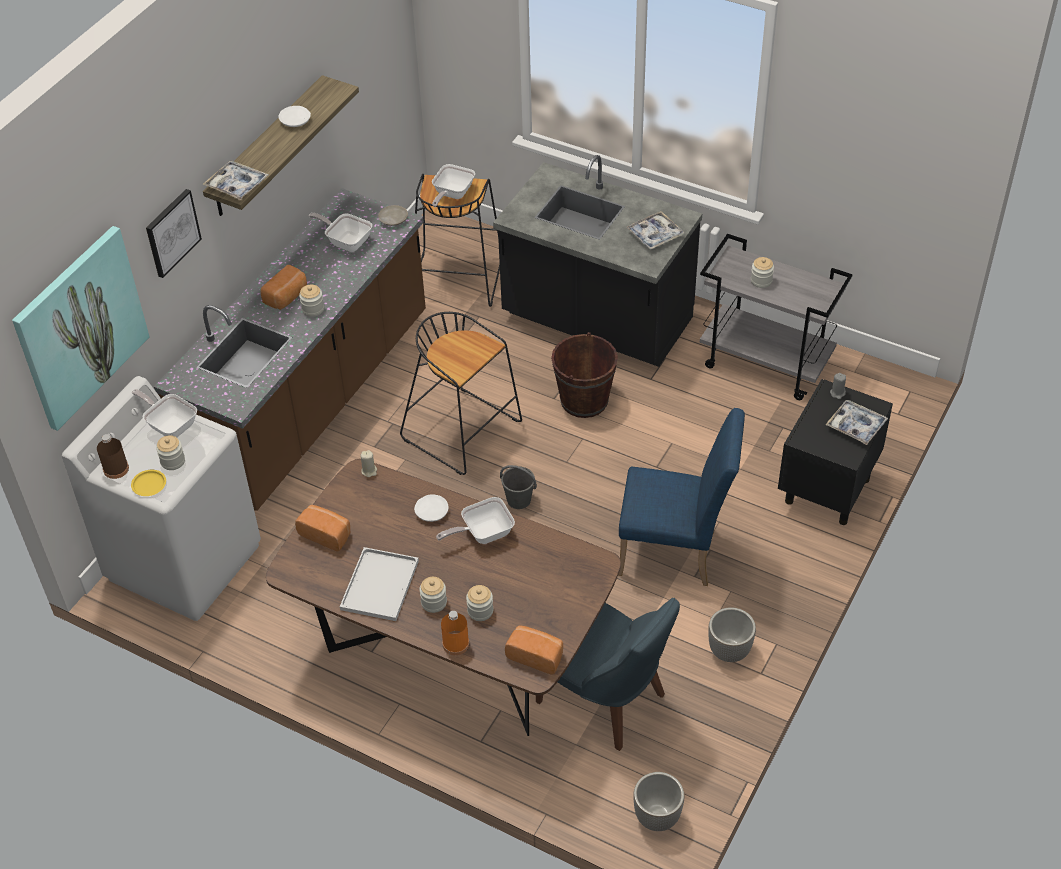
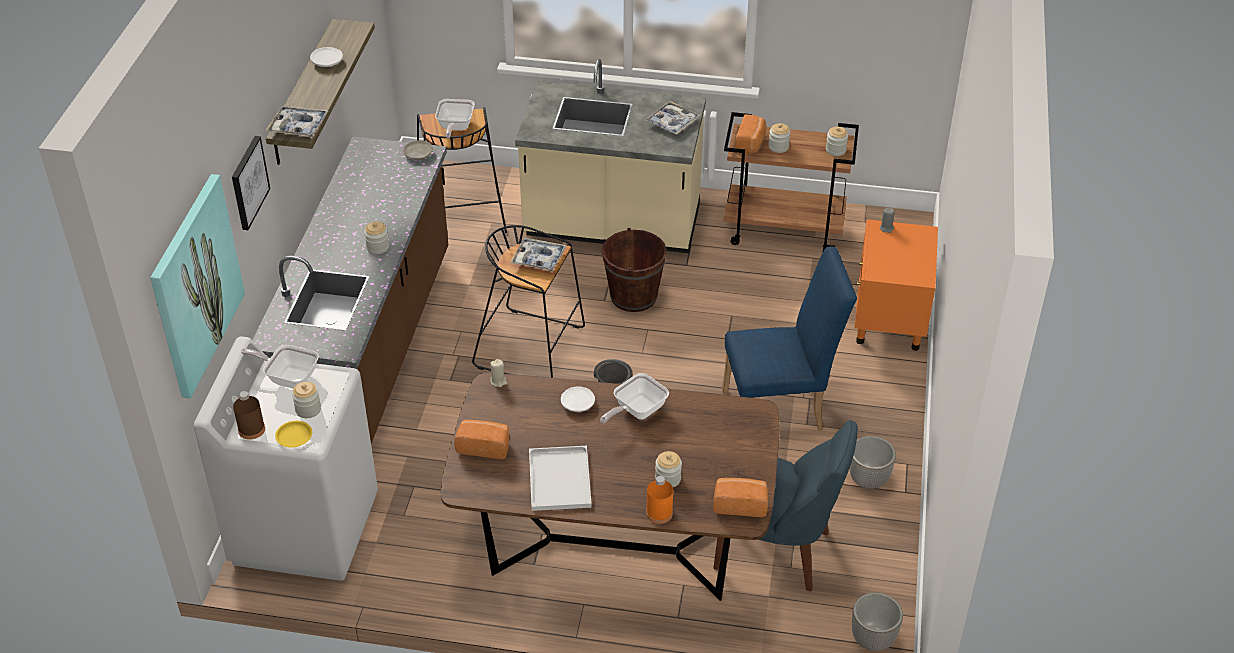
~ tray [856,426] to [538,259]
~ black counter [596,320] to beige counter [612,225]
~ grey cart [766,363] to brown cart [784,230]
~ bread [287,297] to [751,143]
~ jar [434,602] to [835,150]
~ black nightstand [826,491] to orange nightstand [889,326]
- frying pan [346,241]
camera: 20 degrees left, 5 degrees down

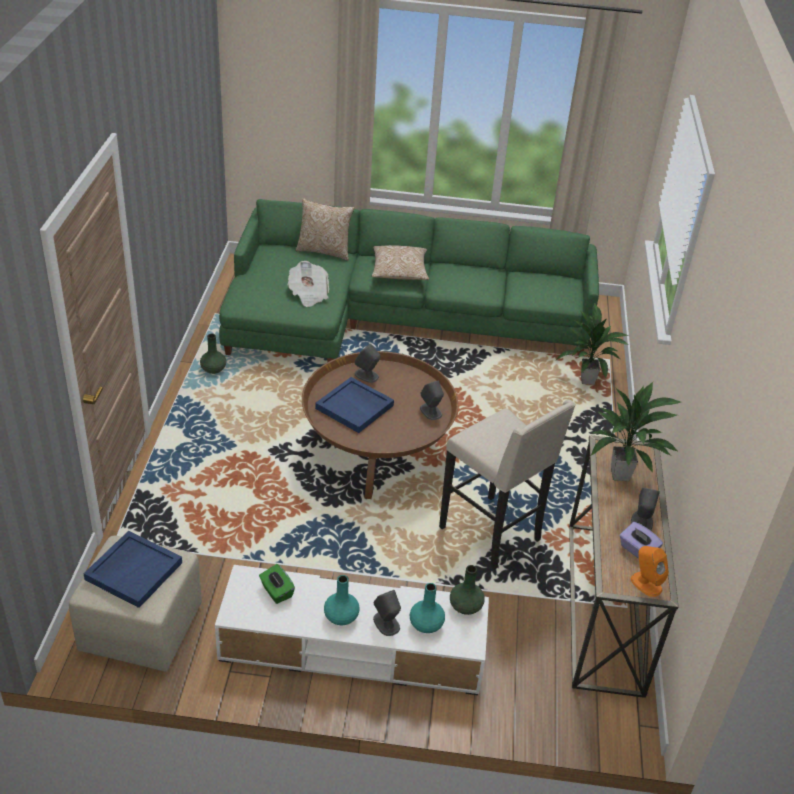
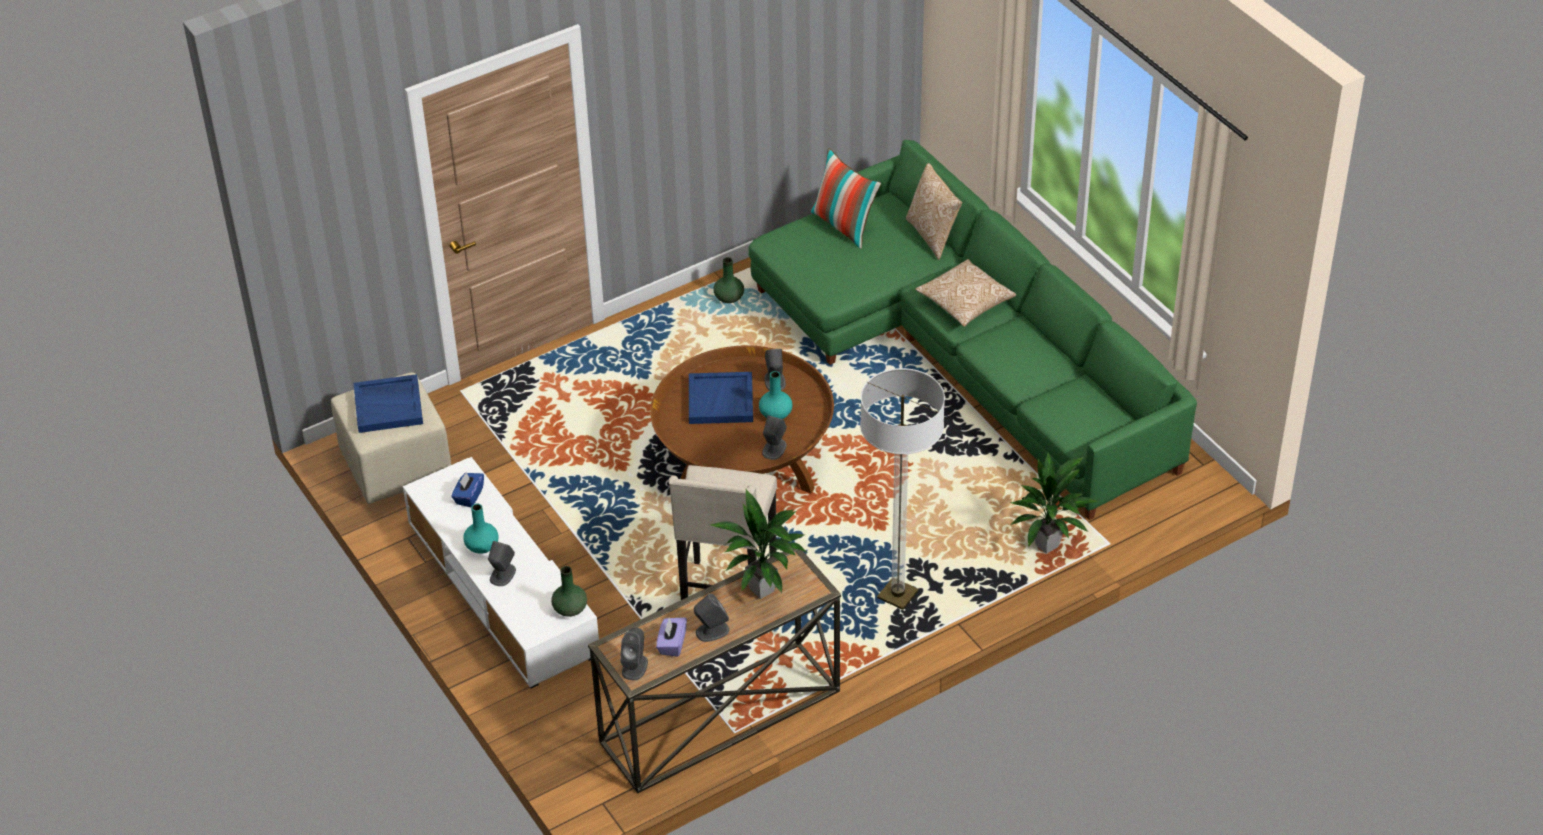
~ green tissue box [276,592] to blue tissue box [469,496]
~ orange speaker [646,583] to grey speaker [635,666]
~ turquoise vase [426,624] to [776,414]
+ pillow [844,226]
+ floor lamp [897,595]
- newspaper [308,294]
camera: 55 degrees right, 5 degrees up

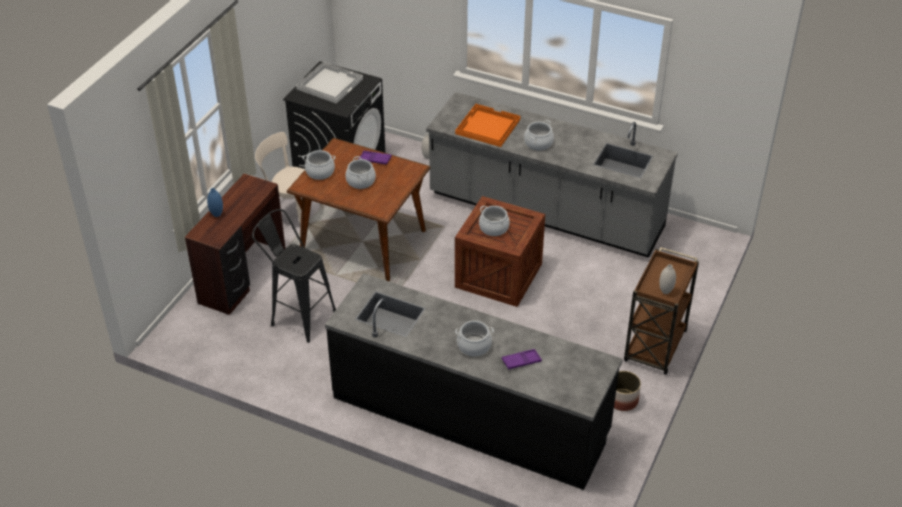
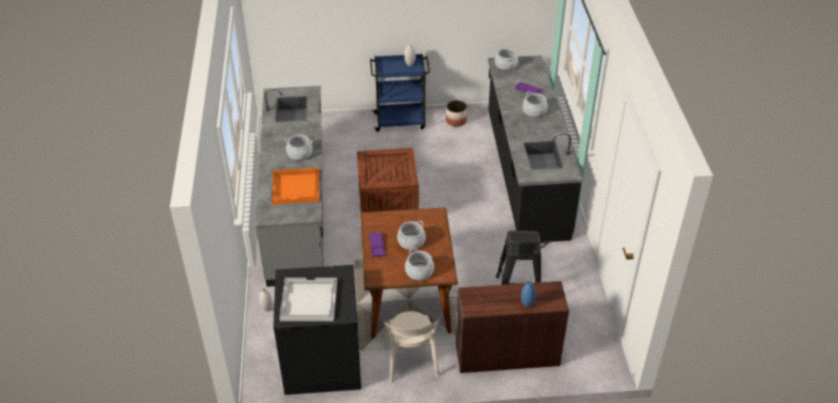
~ brown cart [655,347] to blue cart [400,121]
~ cooking pot [494,228] to [506,65]
camera: 120 degrees left, 0 degrees up

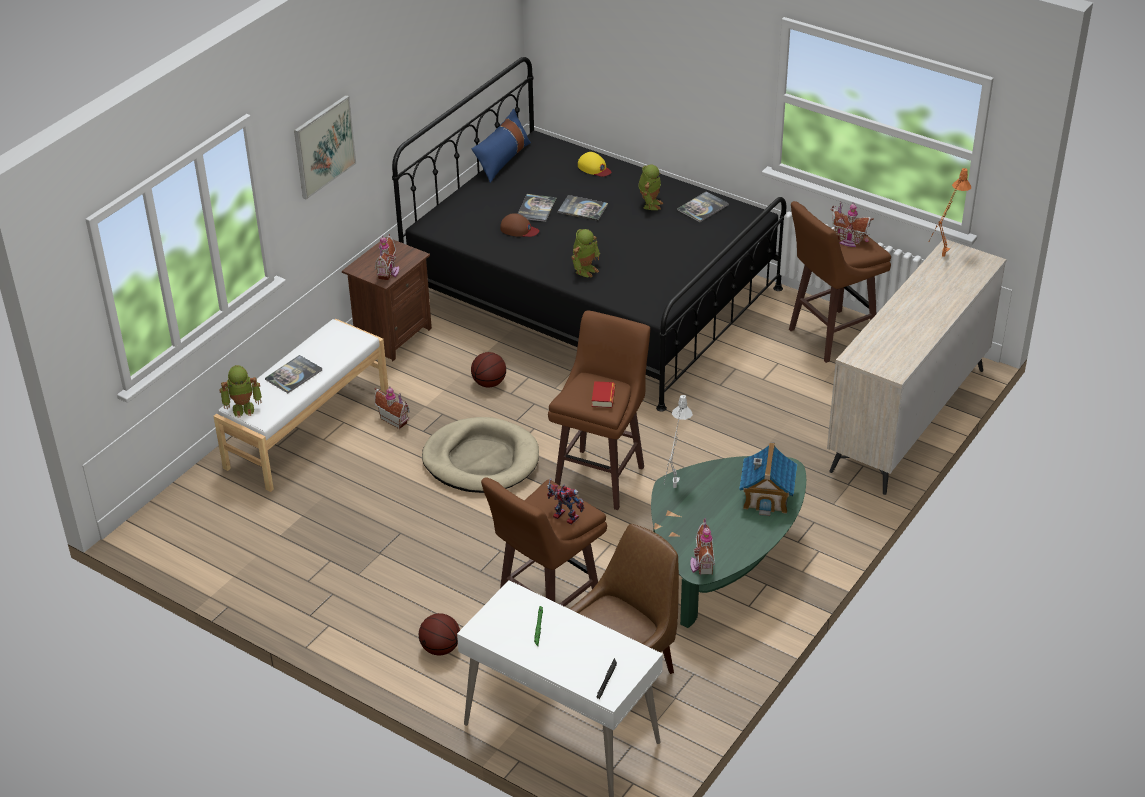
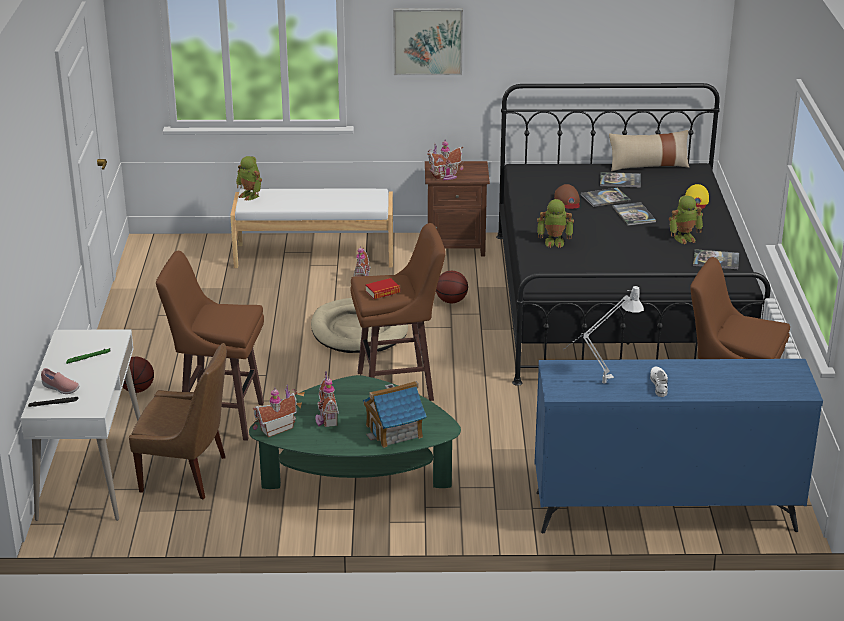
+ pink shoe [60,389]
~ toy house [848,240] to [326,419]
~ beige dresser [907,419] to blue dresser [663,511]
~ grey table lamp [673,491] to [598,385]
~ book [294,375] to [620,180]
~ blue pillow [502,160] to beige pillow [648,165]
+ white shoe [659,384]
- toy robot [563,517]
- orange table lamp [941,259]
camera: 55 degrees right, 10 degrees down

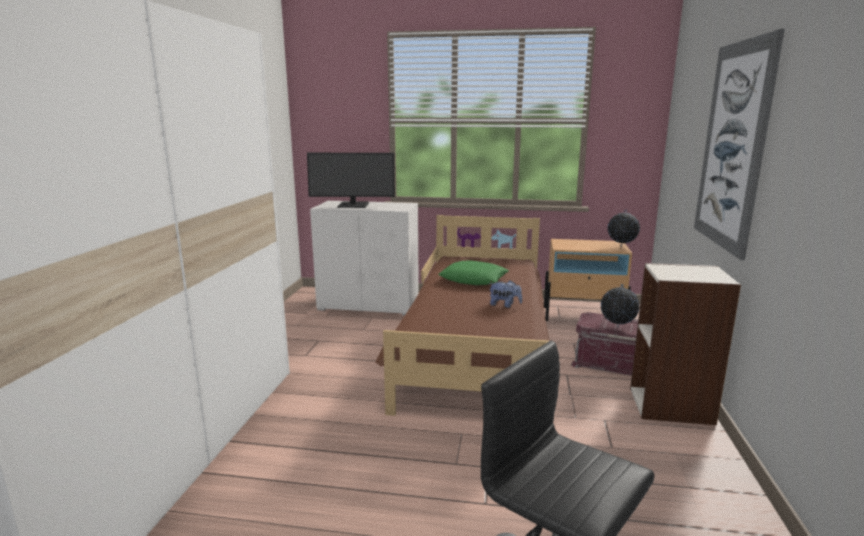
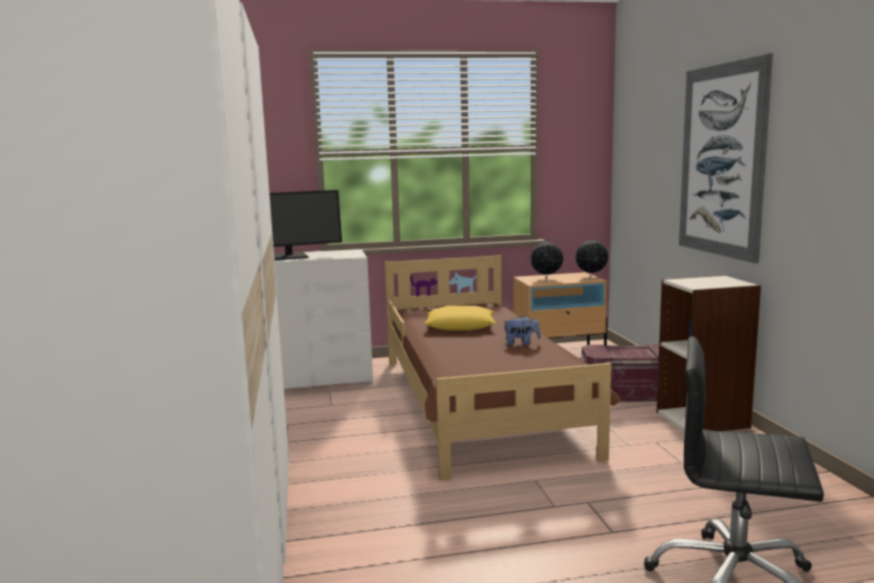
~ green pillow [473,279] to yellow pillow [460,325]
~ globe [617,327] to [546,279]
camera: 20 degrees left, 5 degrees down

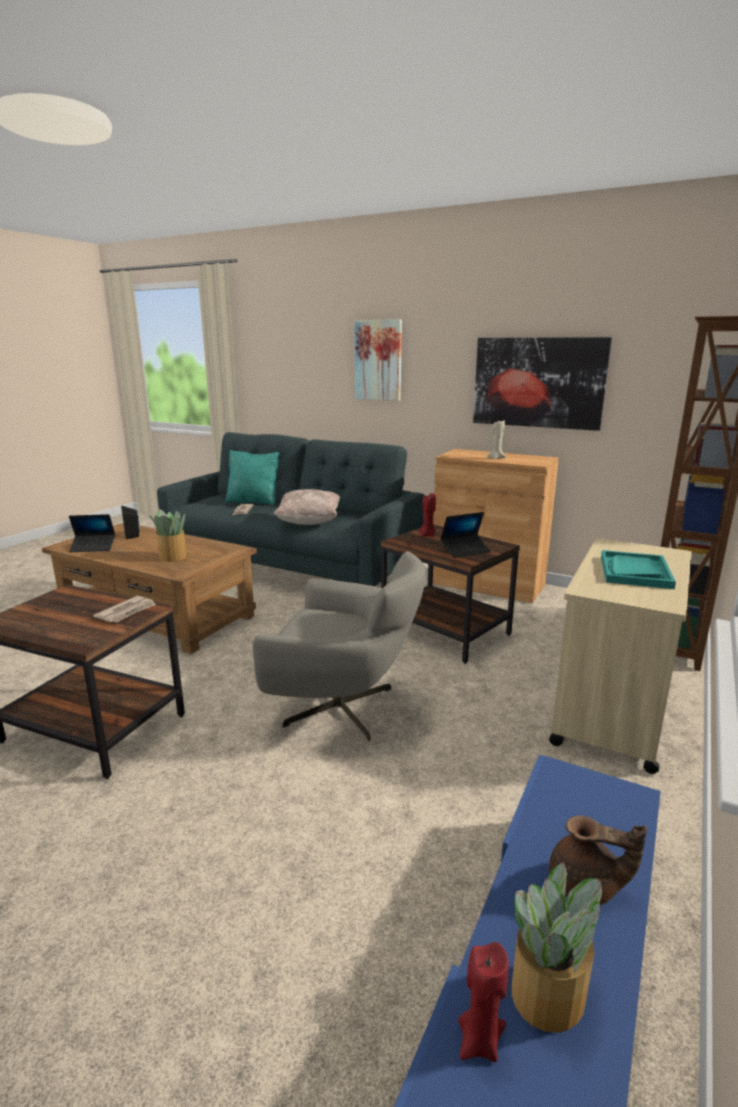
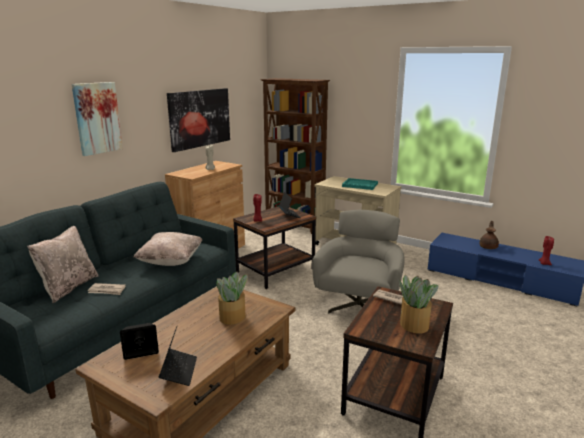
~ turquoise pillow [254,502] to beige pillow [68,287]
~ potted plant [549,993] to [413,324]
camera: 85 degrees left, 0 degrees up

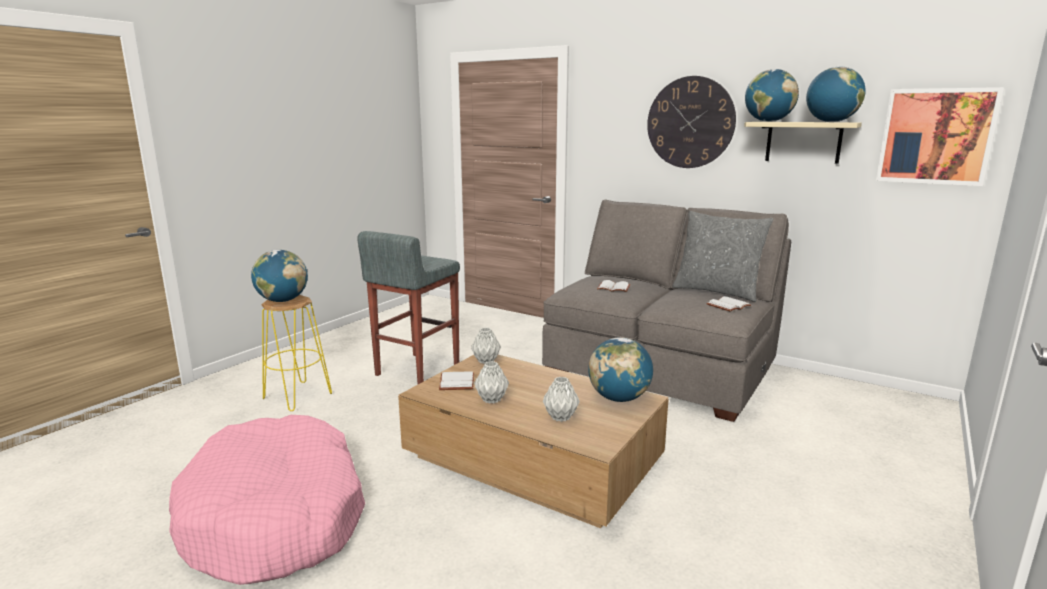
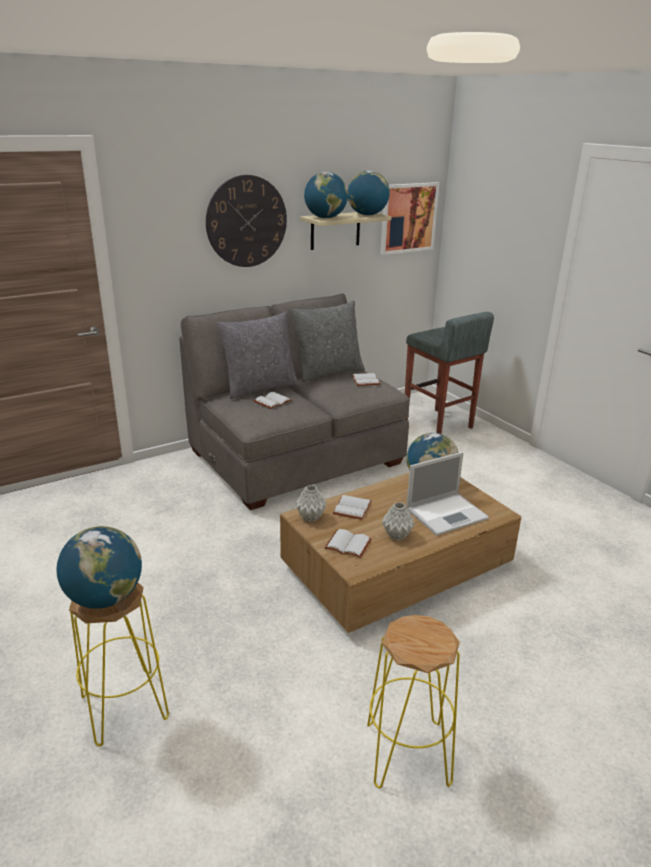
+ grey pillow [259,388]
+ white book [351,508]
~ pink dog bed [277,517] to yellow stool [407,754]
~ grey stool [416,370] to [437,424]
~ grey vase [561,417] to laptop [447,513]
camera: 65 degrees left, 10 degrees up

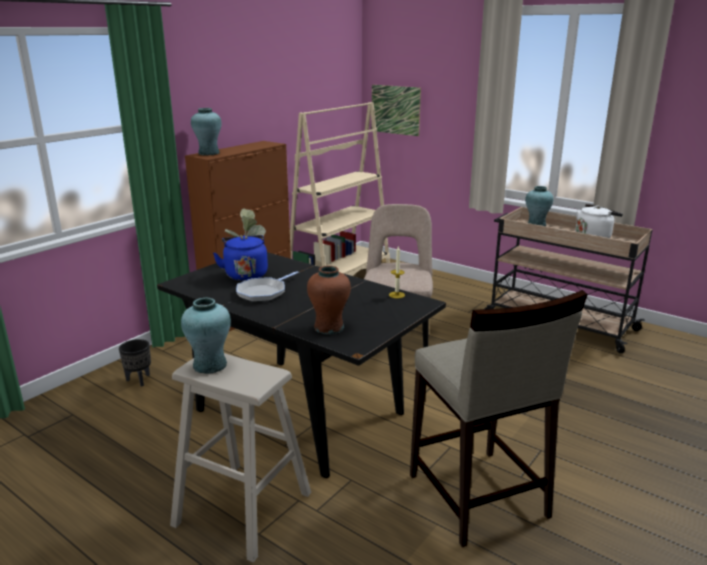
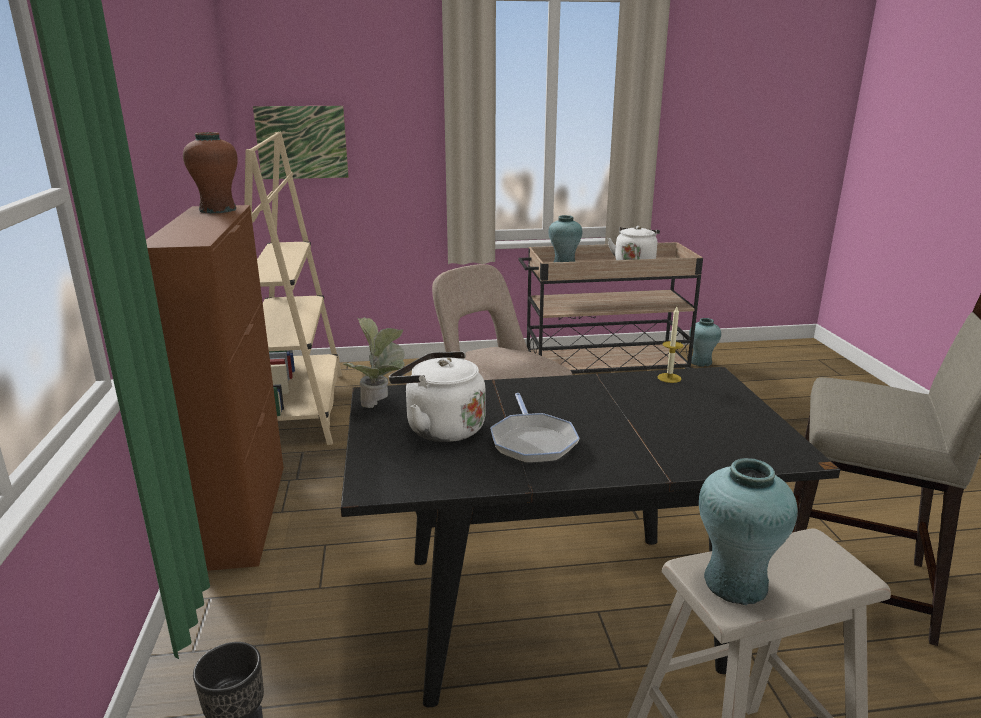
~ brown vase [329,327] to [217,210]
~ blue kettle [245,274] to white kettle [440,428]
~ turquoise vase [209,153] to [701,362]
camera: 45 degrees left, 0 degrees up

